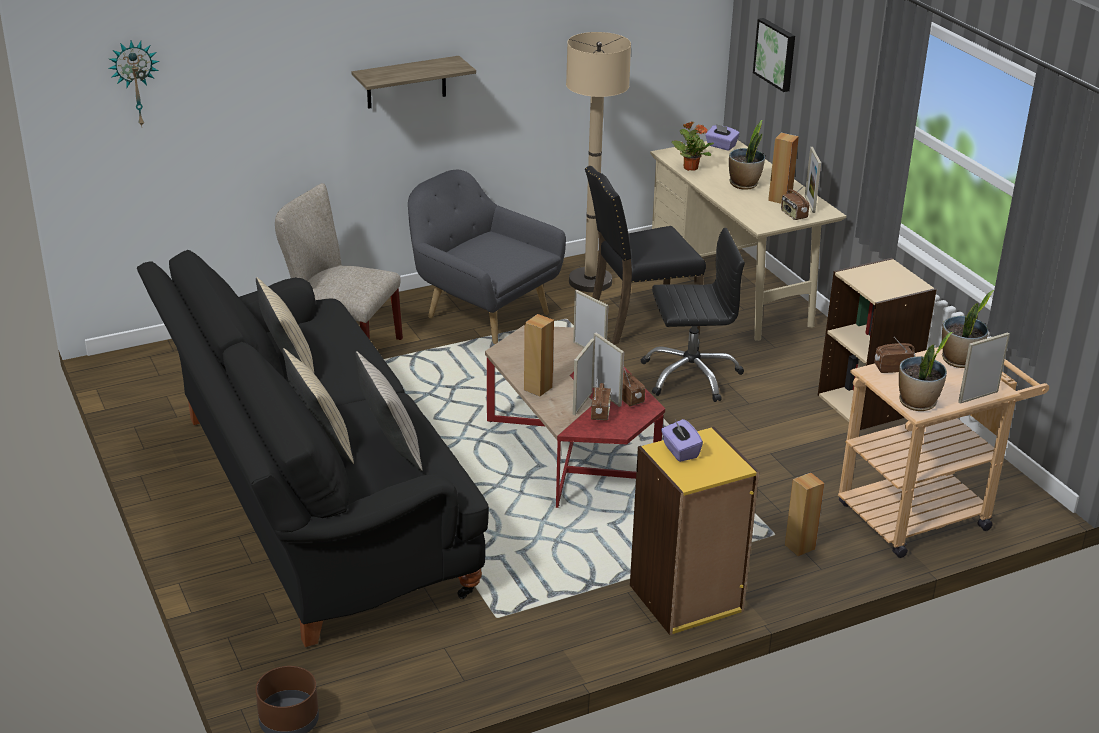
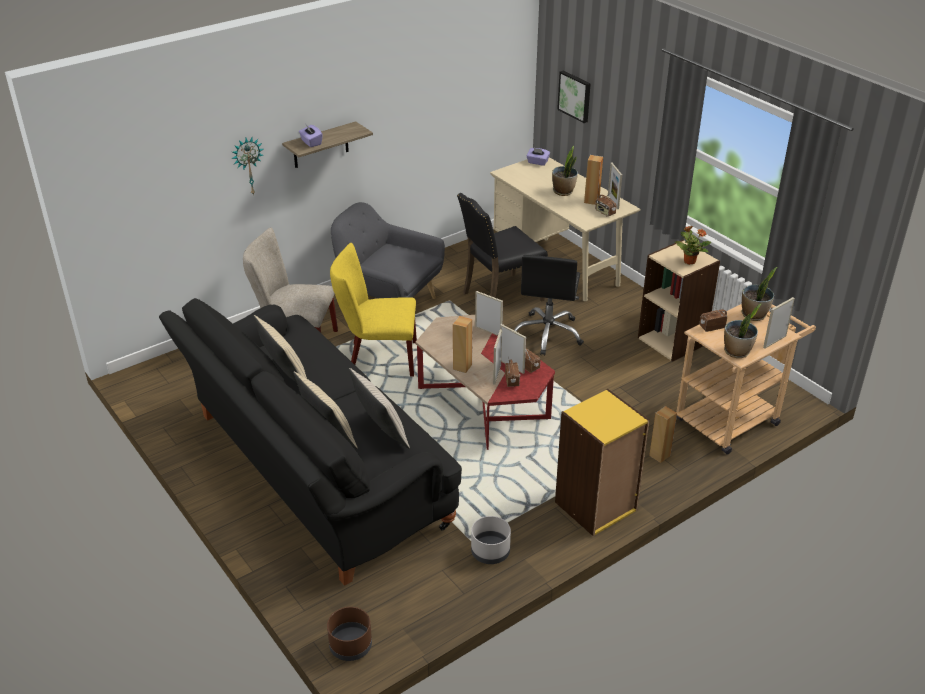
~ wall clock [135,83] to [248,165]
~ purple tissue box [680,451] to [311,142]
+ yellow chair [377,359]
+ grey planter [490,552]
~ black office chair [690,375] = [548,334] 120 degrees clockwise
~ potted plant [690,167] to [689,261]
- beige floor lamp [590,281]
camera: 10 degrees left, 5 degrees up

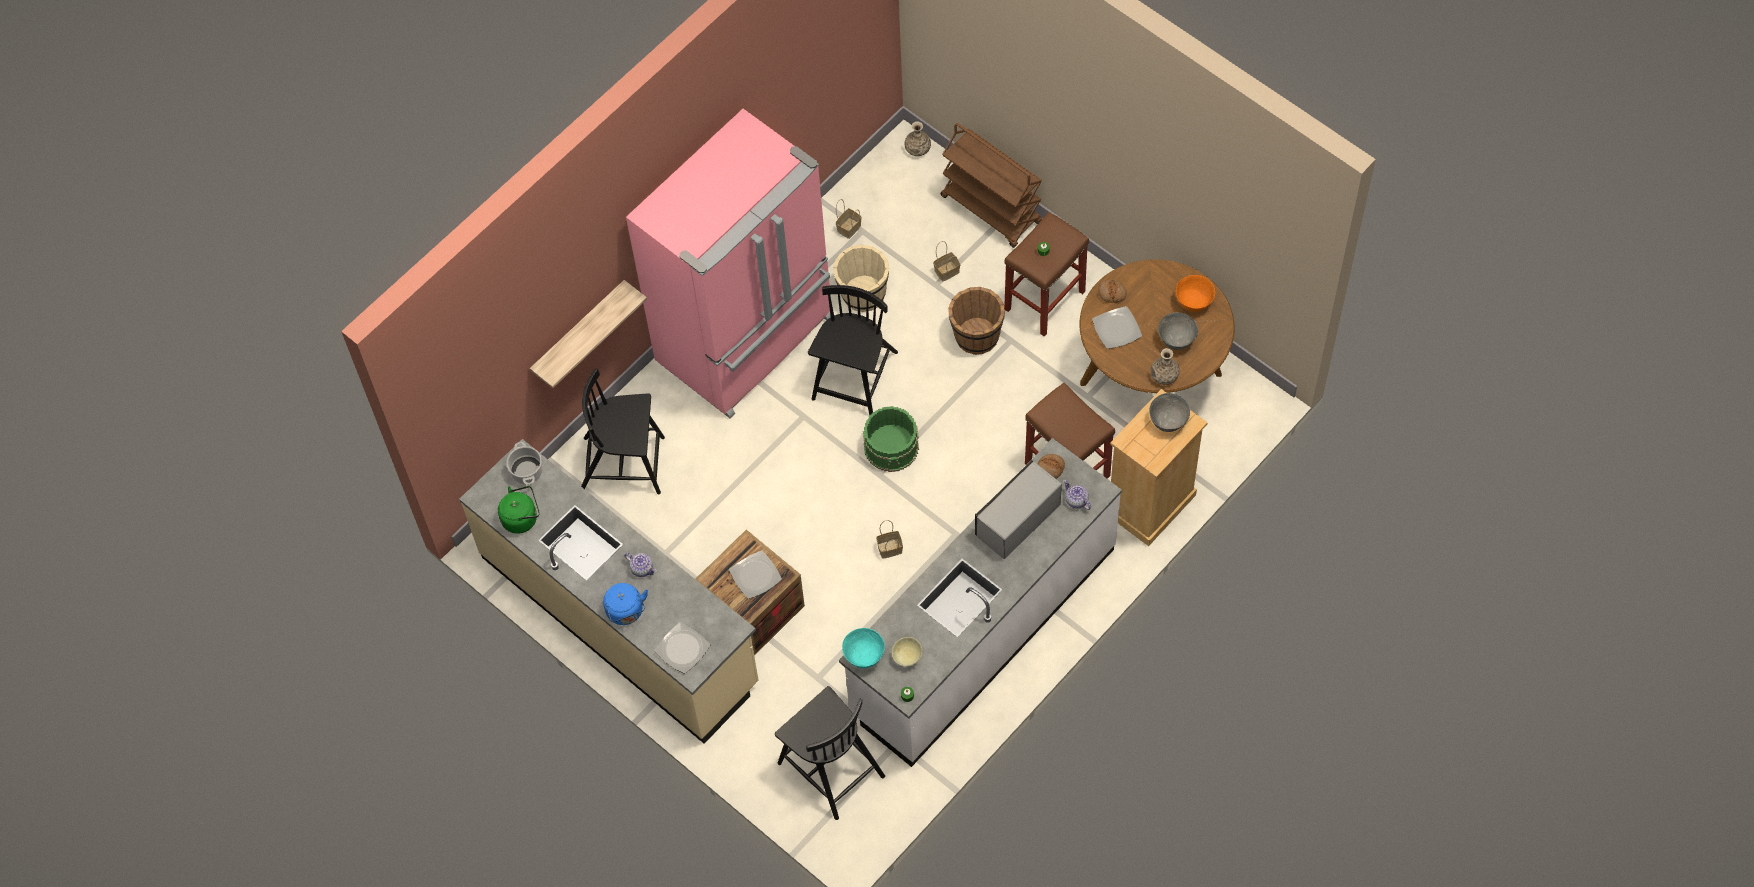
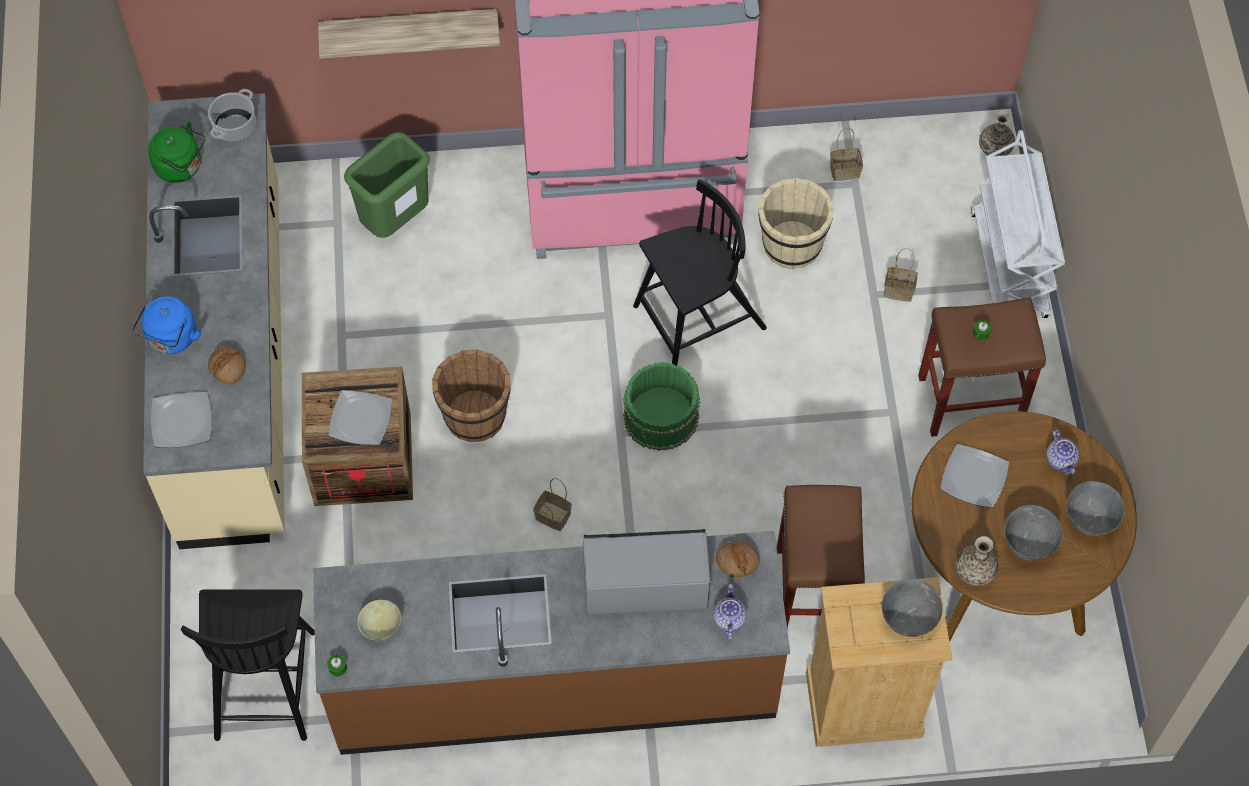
~ bread [1112,293] to [228,367]
~ white counter [982,630] to brown counter [554,680]
~ black chair [624,464] to green trash can [395,220]
~ brown bucket [976,335] to [475,415]
~ brown cart [992,209] to white cart [1009,266]
~ teapot [642,568] to [1061,460]
~ orange bowl [1194,302] to grey bowl [1090,520]
- turquoise bowl [864,657]
camera: 40 degrees right, 0 degrees up

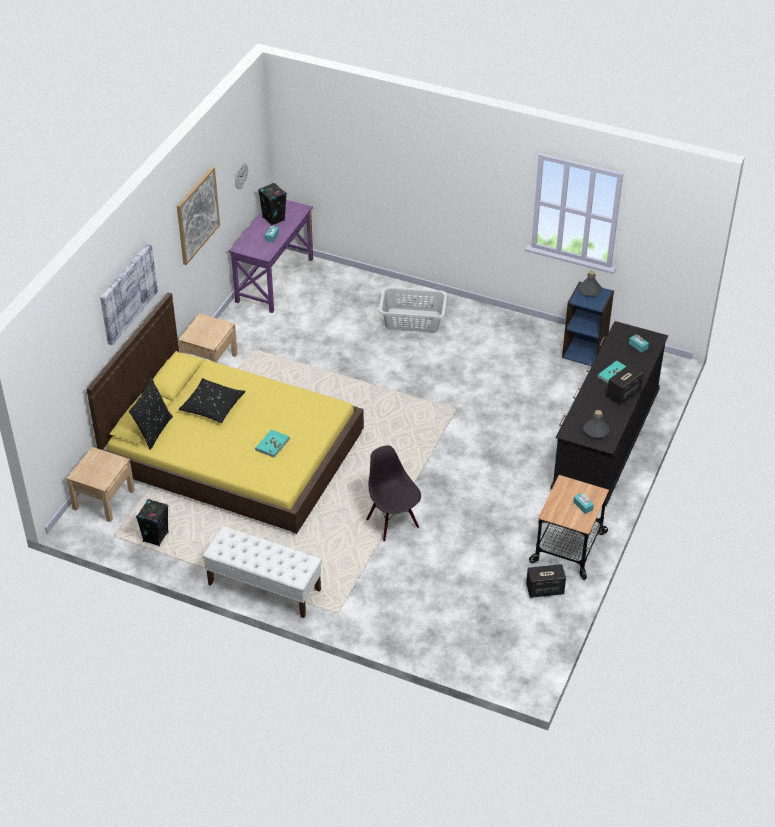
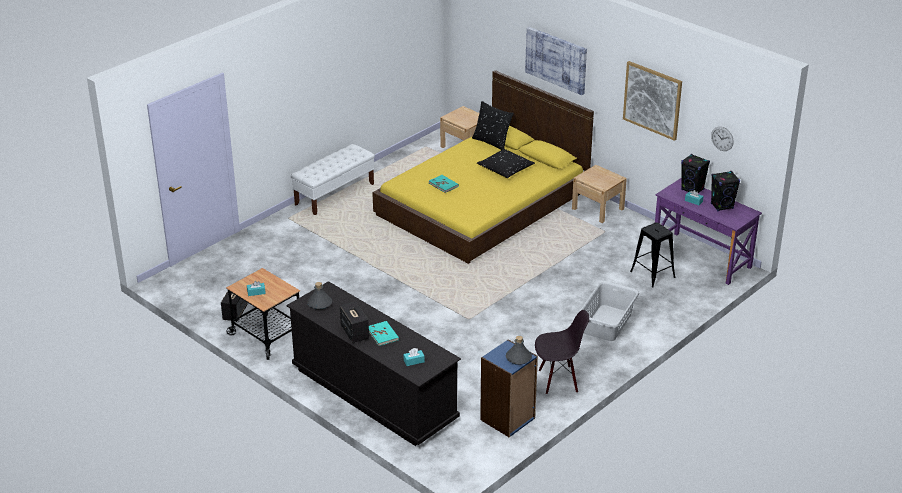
~ black chair [393,523] to [558,380]
+ black stool [652,274]
~ black speaker [155,537] to [692,190]
camera: 110 degrees right, 10 degrees down

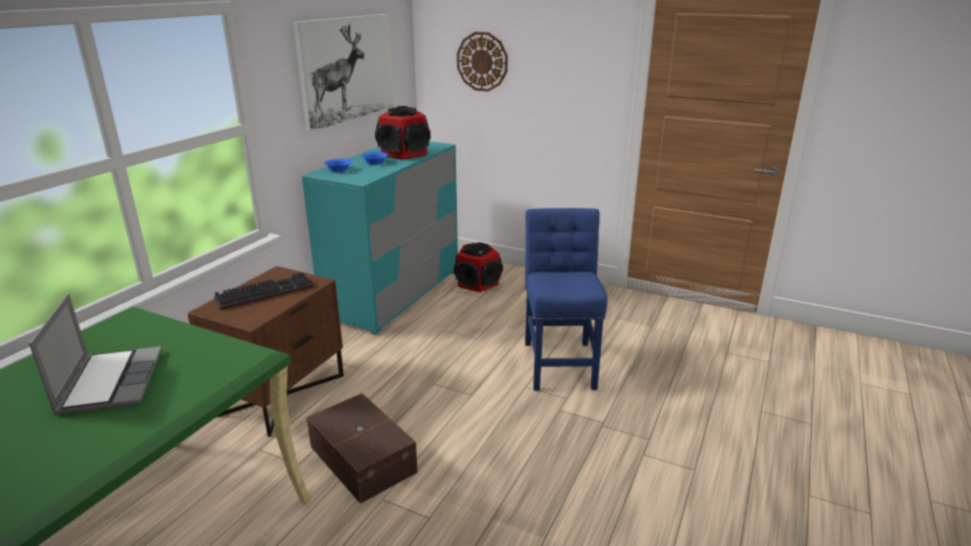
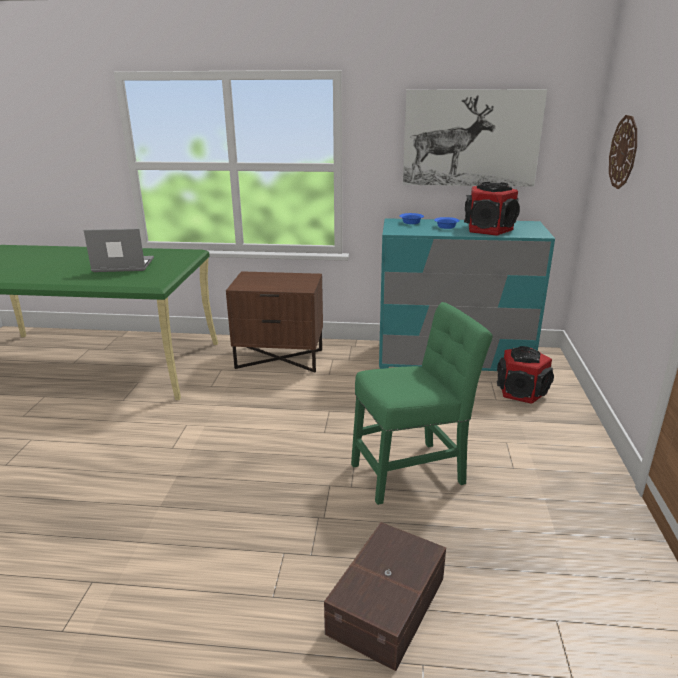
~ laptop [110,381] = [122,266] 150 degrees counterclockwise
~ brown storage box [363,458] to [389,605]
~ blue chair [559,362] to green chair [412,471]
- keyboard [265,292]
camera: 70 degrees right, 0 degrees up

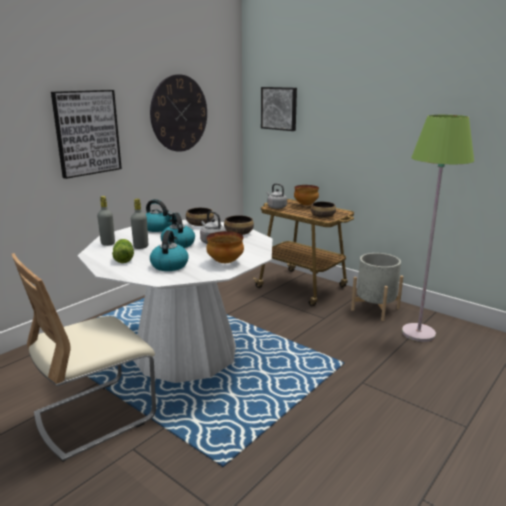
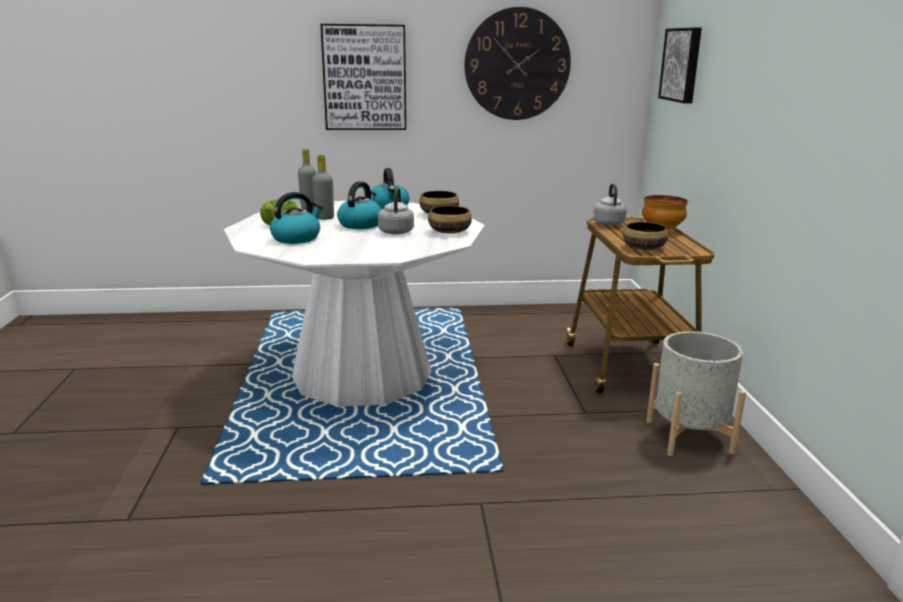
- beige chair [95,416]
- bowl [224,262]
- green floor lamp [418,333]
camera: 45 degrees right, 0 degrees up

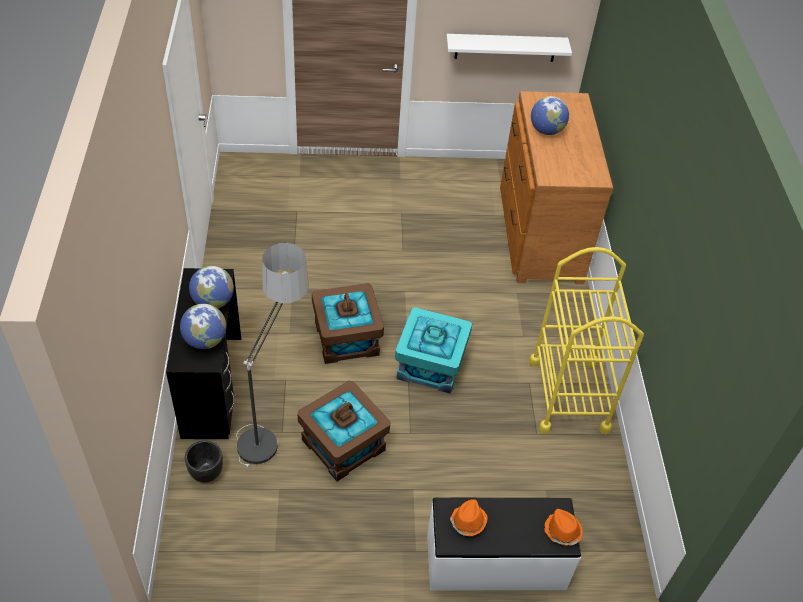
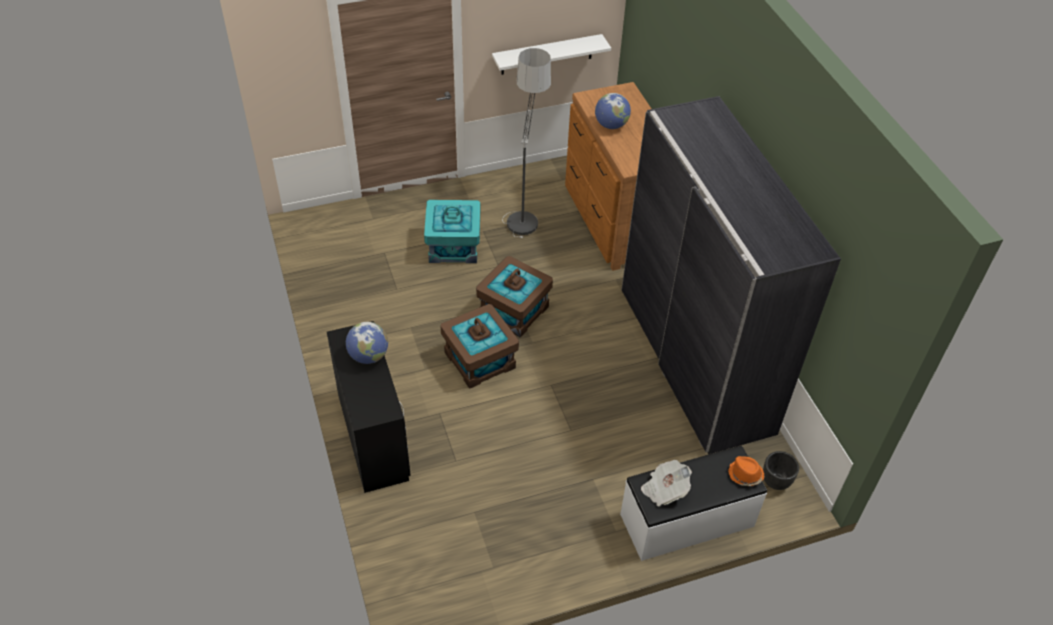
~ turquoise storage box [431,364] to [453,245]
~ brown storage box [343,445] to [514,311]
~ floor lamp [273,422] to [524,208]
~ yellow cart [568,395] to grey wardrobe [694,359]
~ orange hat [468,522] to newspaper [664,489]
~ black planter [206,473] to [776,482]
- globe [205,340]
camera: 15 degrees left, 0 degrees up

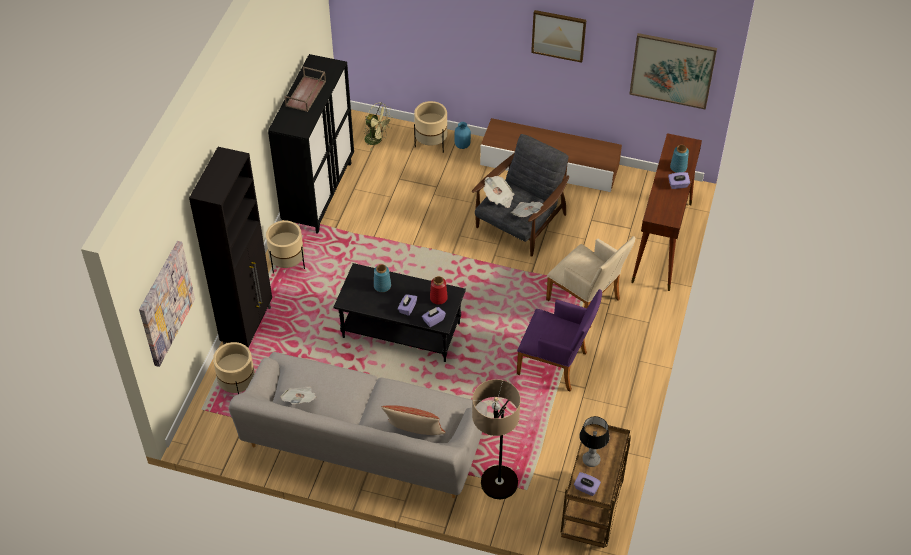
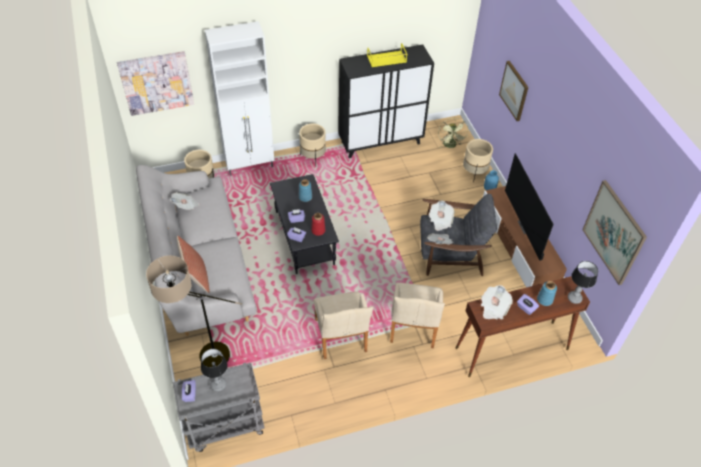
~ brown cart [592,512] to grey cart [224,427]
~ black cabinet [248,327] to white cabinet [250,165]
~ purple armchair [556,365] to beige armchair [341,338]
~ brown tray [306,94] to yellow tray [386,59]
+ newspaper [493,308]
~ picture [558,35] to [514,90]
+ television [526,226]
+ table lamp [574,298]
camera: 55 degrees right, 0 degrees up

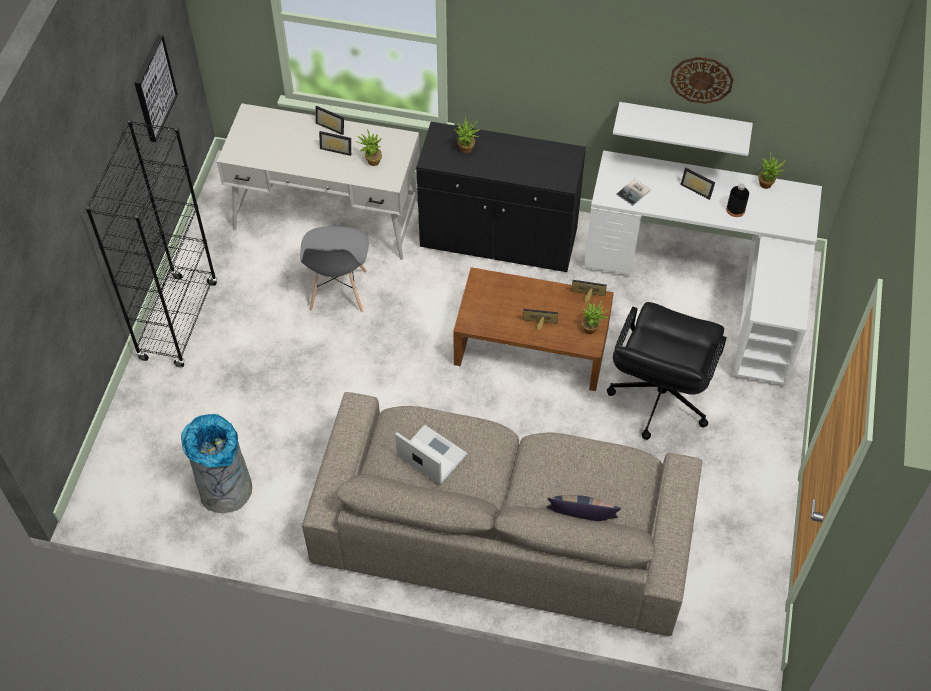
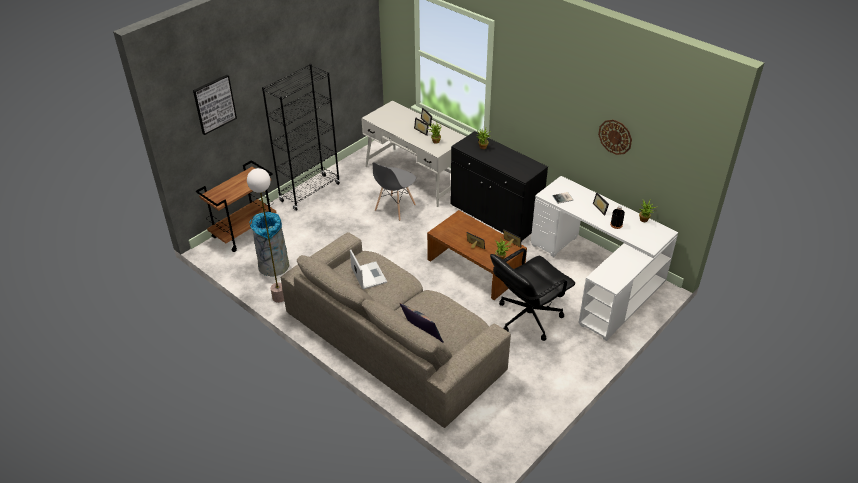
~ picture [154,88] to [214,104]
+ brown cart [244,231]
+ floor lamp [279,297]
- white shelf [683,124]
camera: 30 degrees right, 15 degrees down

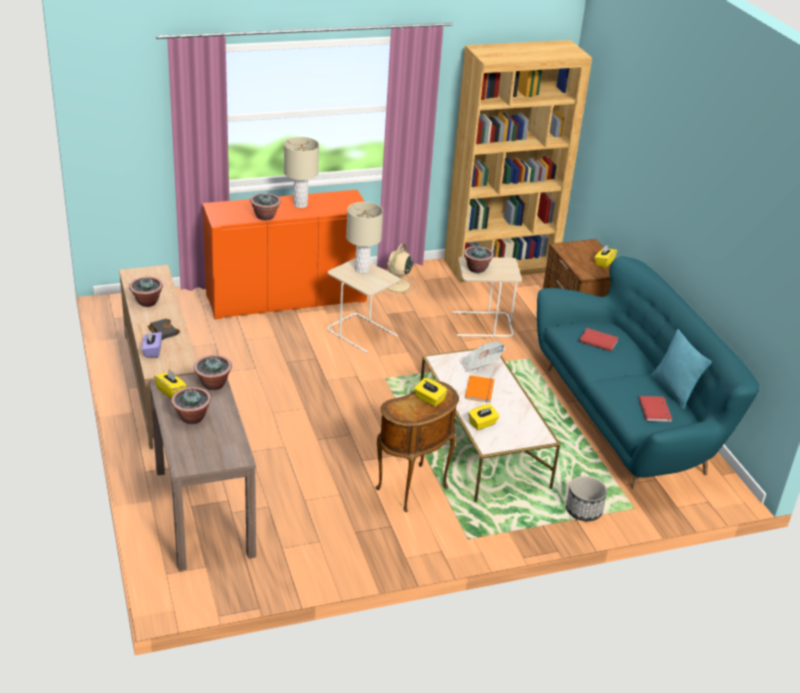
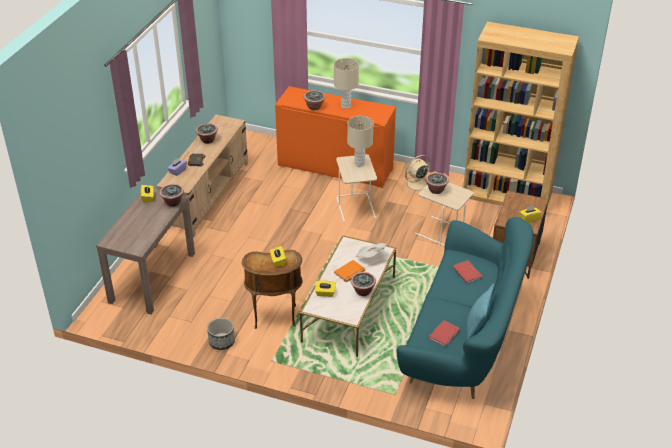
~ planter [583,510] to [222,341]
~ potted plant [192,418] to [363,291]
camera: 40 degrees right, 5 degrees up

